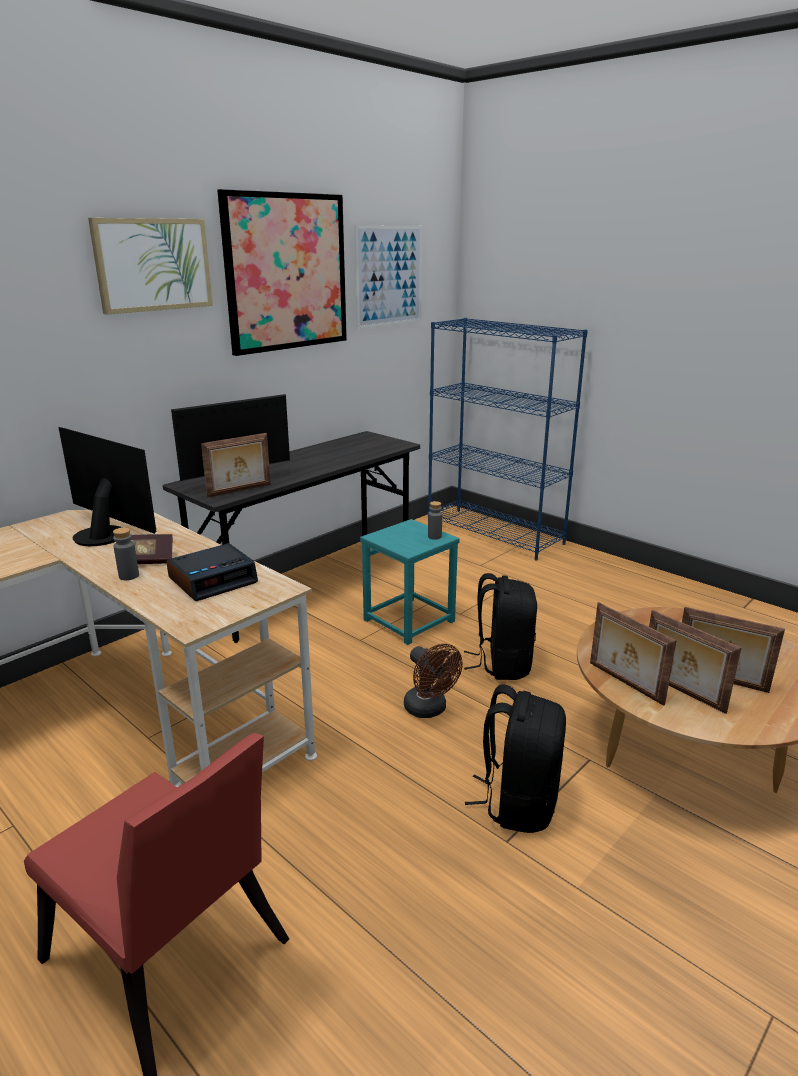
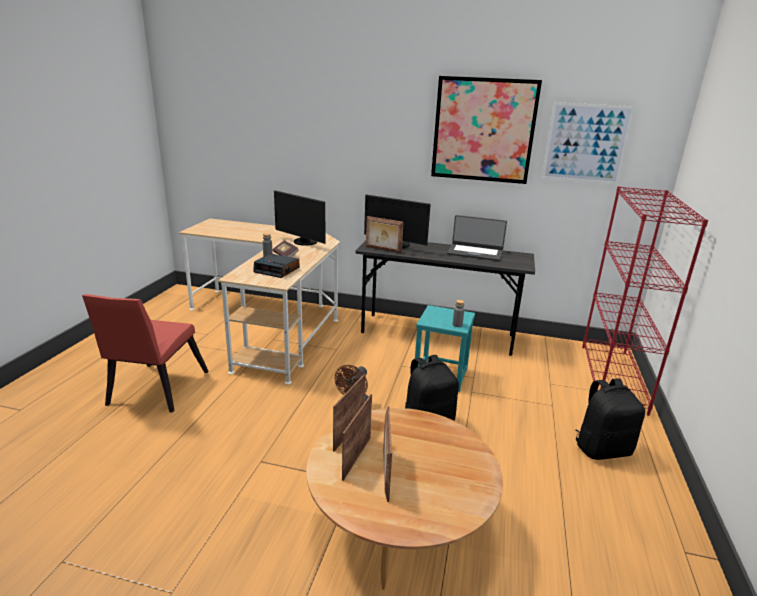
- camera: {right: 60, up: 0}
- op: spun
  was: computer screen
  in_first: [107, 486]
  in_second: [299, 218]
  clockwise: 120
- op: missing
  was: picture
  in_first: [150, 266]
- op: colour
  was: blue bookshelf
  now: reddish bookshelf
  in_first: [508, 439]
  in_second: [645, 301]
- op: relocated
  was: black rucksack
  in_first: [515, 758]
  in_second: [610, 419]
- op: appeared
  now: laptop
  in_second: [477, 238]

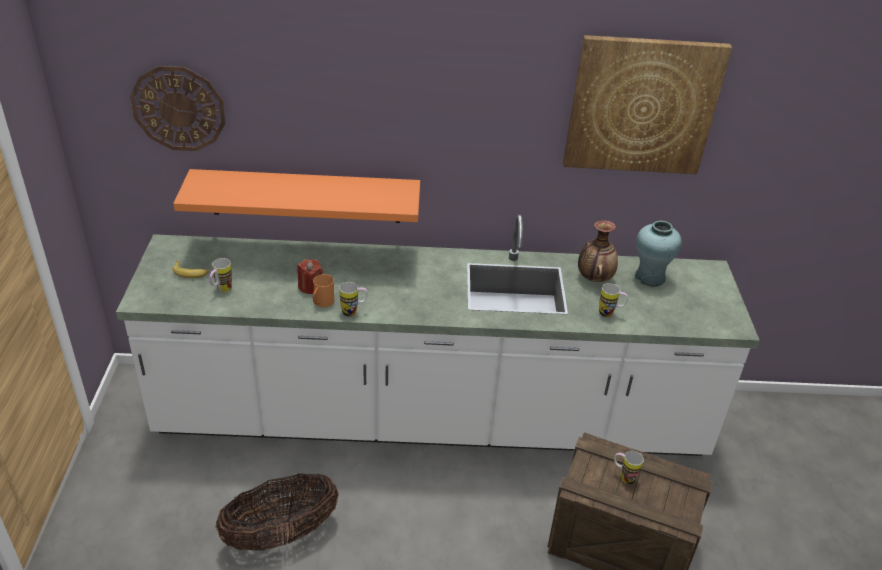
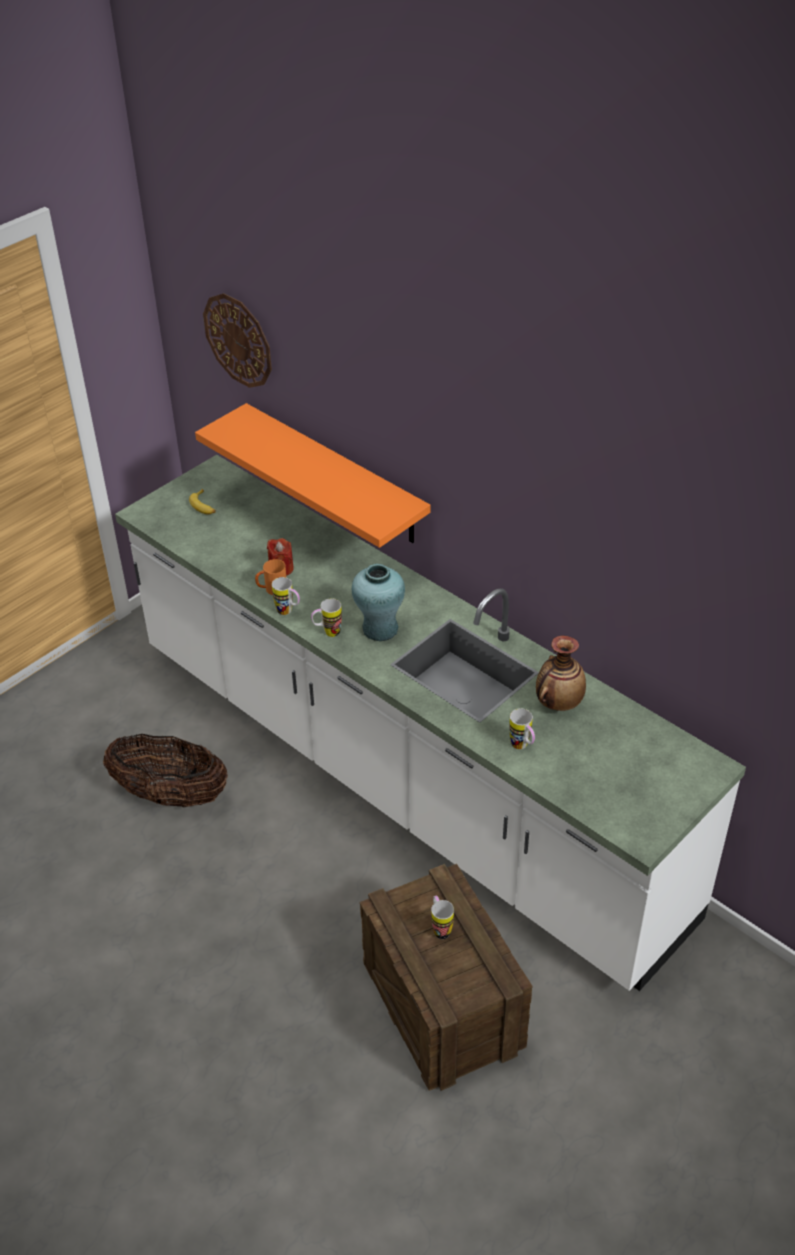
- camera: {right: 45, up: 5}
- op: relocated
  was: tea mug
  in_first: [220, 275]
  in_second: [326, 617]
- op: missing
  was: picture
  in_first: [647, 104]
- op: relocated
  was: turquoise-coloured flower vase
  in_first: [658, 254]
  in_second: [378, 602]

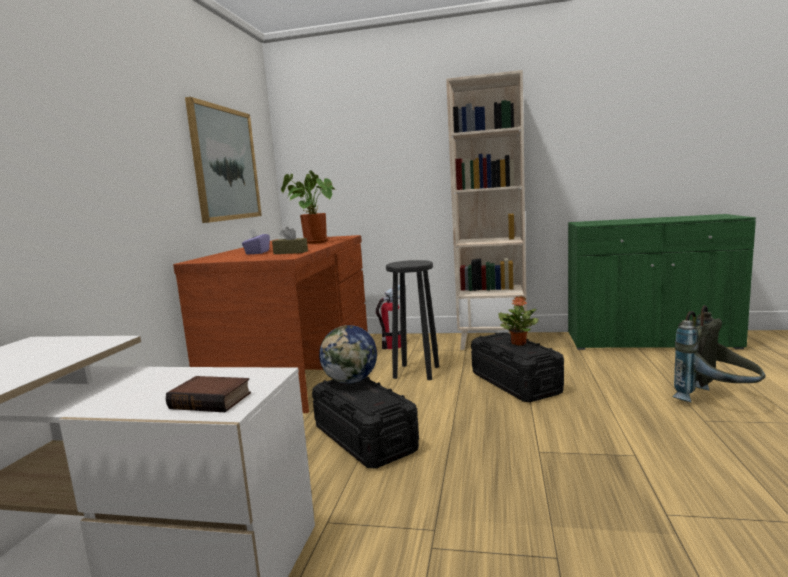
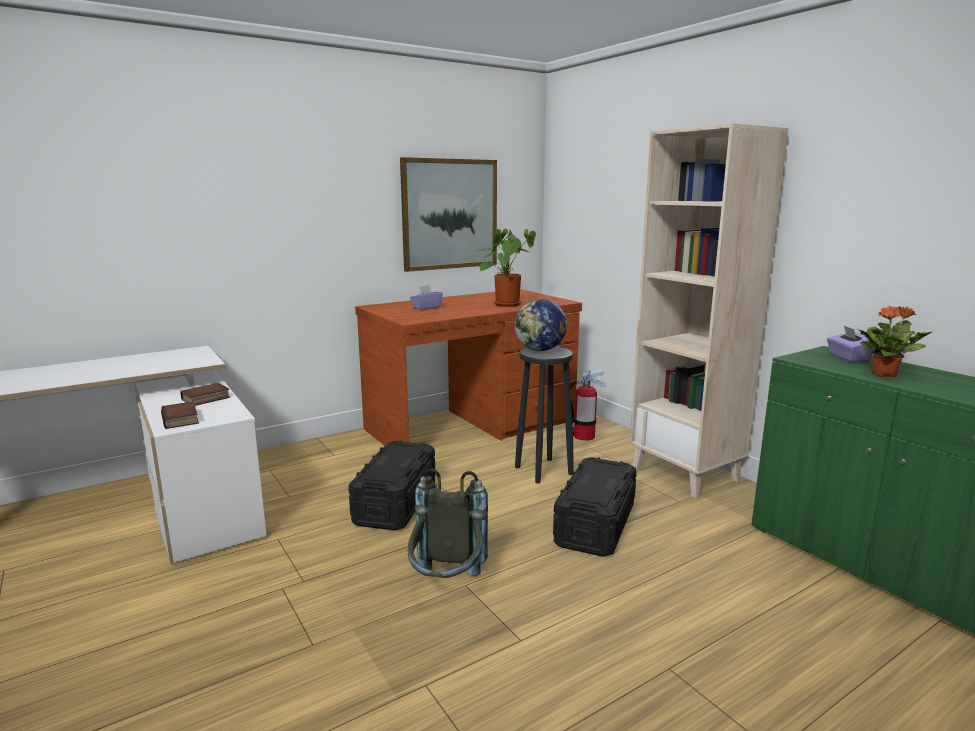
- camera: {right: 45, up: 5}
- op: missing
  was: brown tissue holder
  in_first: [290, 240]
- op: relocated
  was: world globe
  in_first: [348, 354]
  in_second: [541, 325]
- op: relocated
  was: potted plant
  in_first: [518, 321]
  in_second: [895, 341]
- op: relocated
  was: gray rucksack
  in_first: [719, 353]
  in_second: [447, 523]
- op: appeared
  now: bound book
  in_second: [205, 394]
- op: appeared
  now: purple-coloured tissue holder
  in_second: [851, 344]

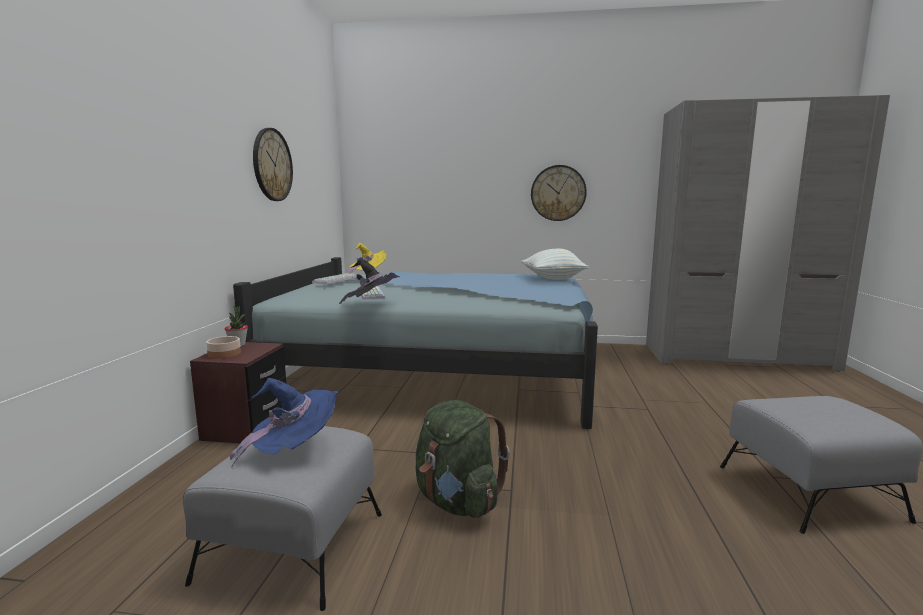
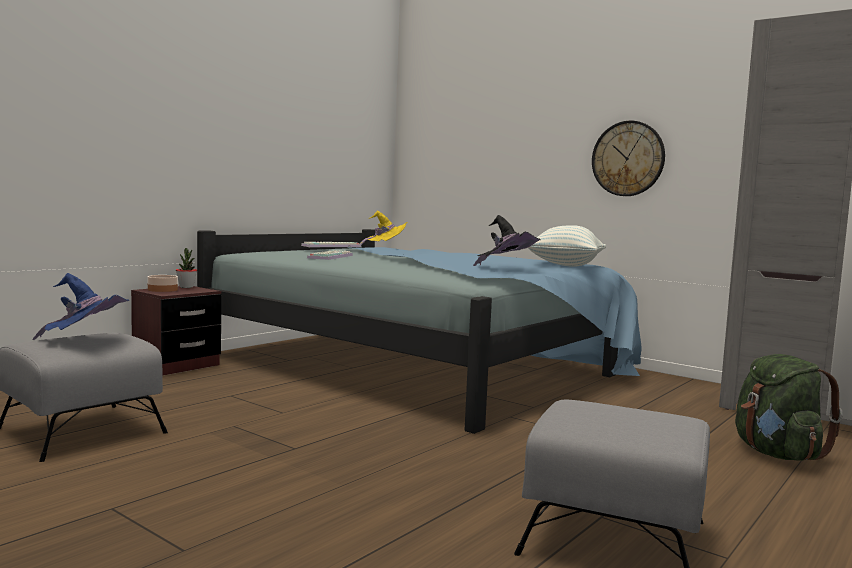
- camera: {right: 30, up: -5}
- op: missing
  was: clock on the wall
  in_first: [273, 164]
- op: relocated
  was: black wearable hat
  in_first: [369, 281]
  in_second: [506, 240]
- op: relocated
  was: green rucksack
  in_first: [463, 459]
  in_second: [789, 407]

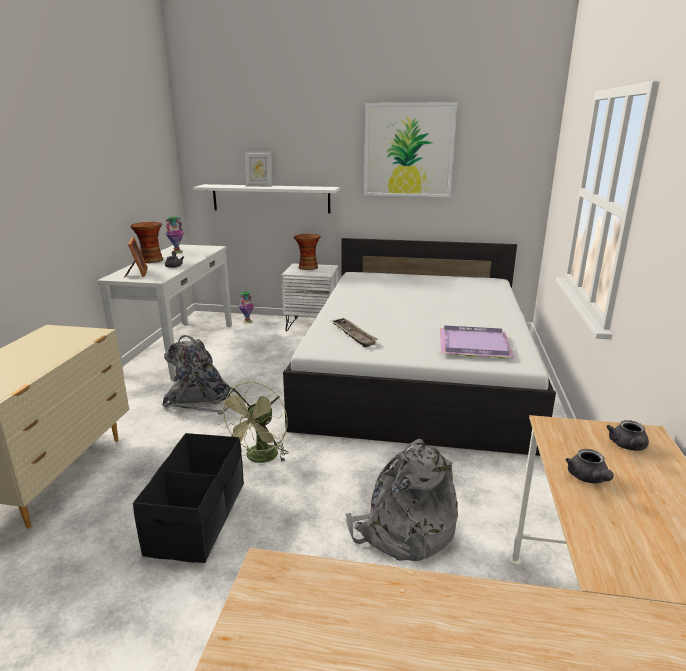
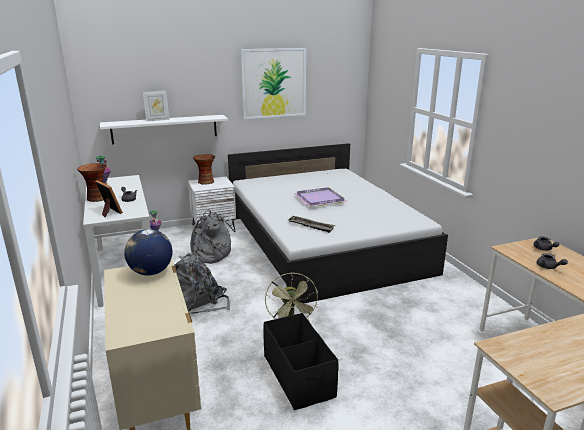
- camera: {right: -30, up: 0}
- op: relocated
  was: gray rucksack
  in_first: [402, 500]
  in_second: [205, 236]
- op: relocated
  was: purple-coloured tray
  in_first: [477, 342]
  in_second: [320, 197]
- op: appeared
  now: world globe
  in_second: [148, 252]

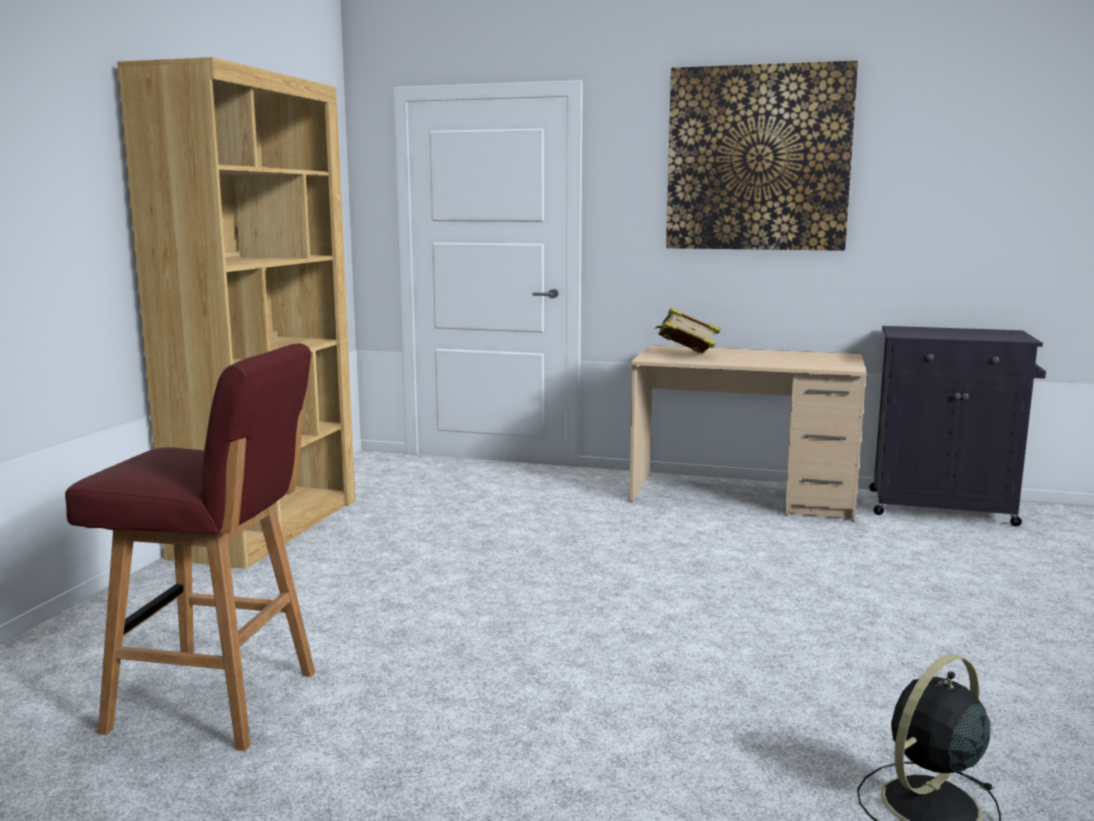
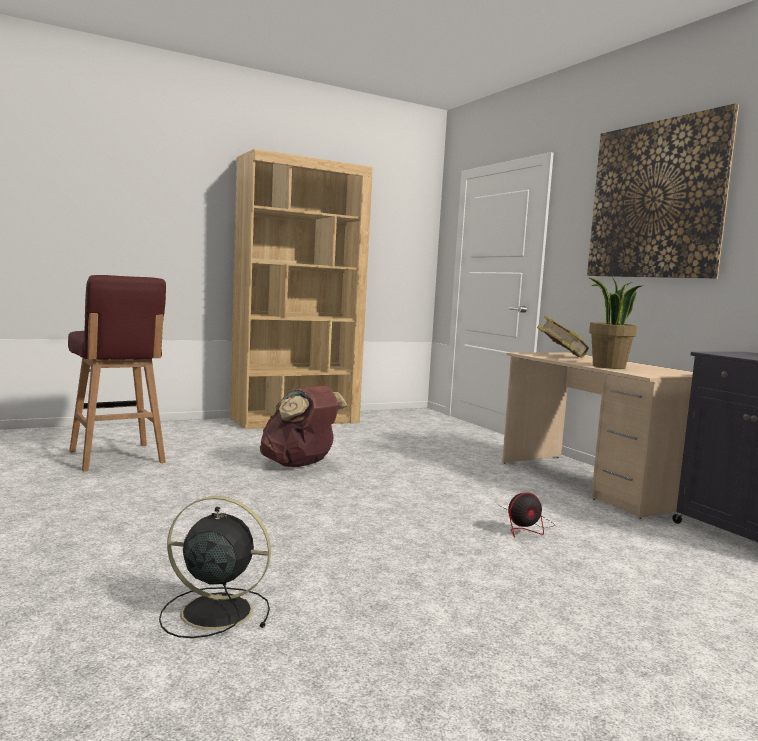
- camera: {right: 45, up: -5}
- op: appeared
  now: brown rucksack
  in_second: [304, 426]
- op: appeared
  now: cooling fan
  in_second: [527, 515]
- op: appeared
  now: potted plant
  in_second: [615, 323]

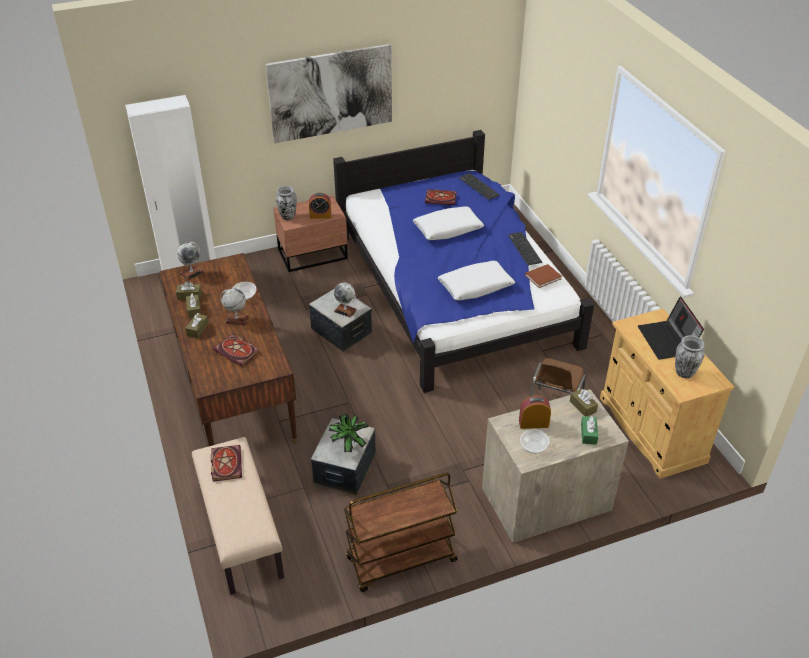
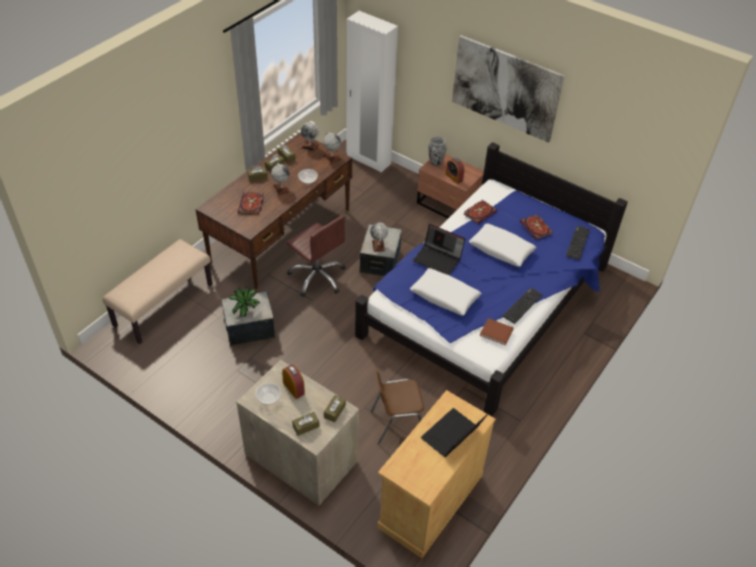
- camera: {right: 55, up: 5}
- op: relocated
  was: bound book
  in_first: [226, 463]
  in_second: [480, 212]
- op: missing
  was: brown cart
  in_first: [401, 532]
- op: colour
  was: green tissue holder
  now: brown tissue holder
  in_first: [589, 430]
  in_second: [306, 424]
- op: missing
  was: flower vase
  in_first: [690, 356]
- op: appeared
  now: brown desk chair
  in_second: [316, 256]
- op: appeared
  now: world globe
  in_second: [332, 147]
- op: appeared
  now: laptop
  in_second: [439, 249]

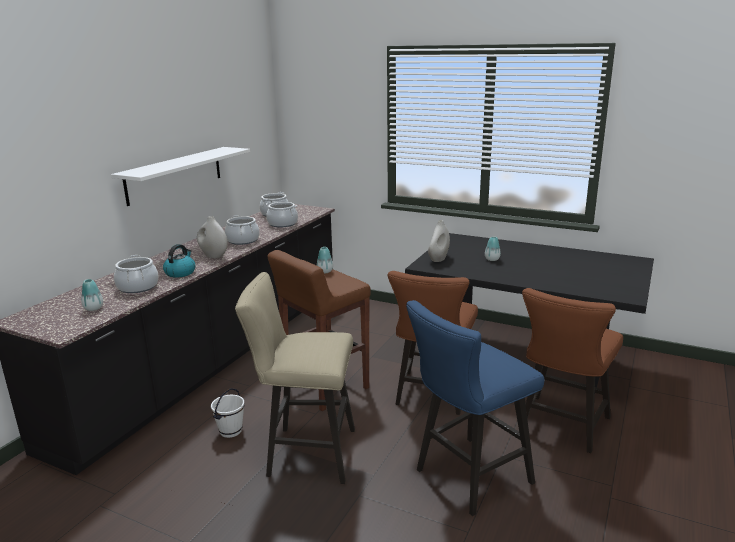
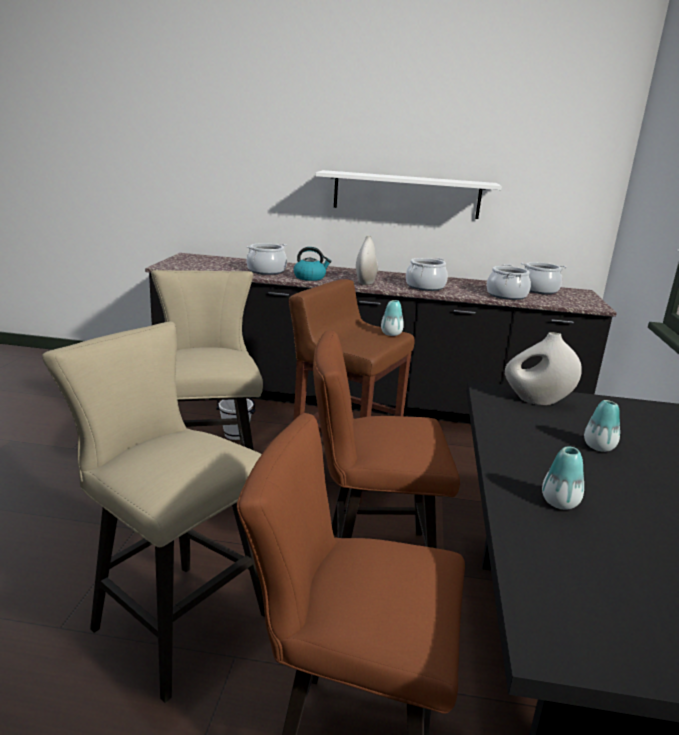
- camera: {right: 70, up: 0}
- op: relocated
  was: flower vase
  in_first: [92, 295]
  in_second: [563, 478]
- op: colour
  was: blue sitting stool
  now: beige sitting stool
  in_first: [475, 408]
  in_second: [153, 512]

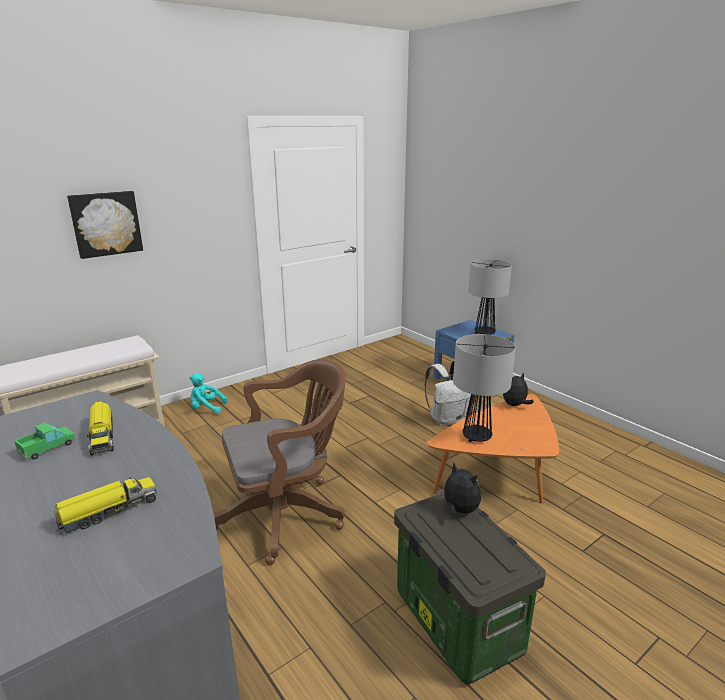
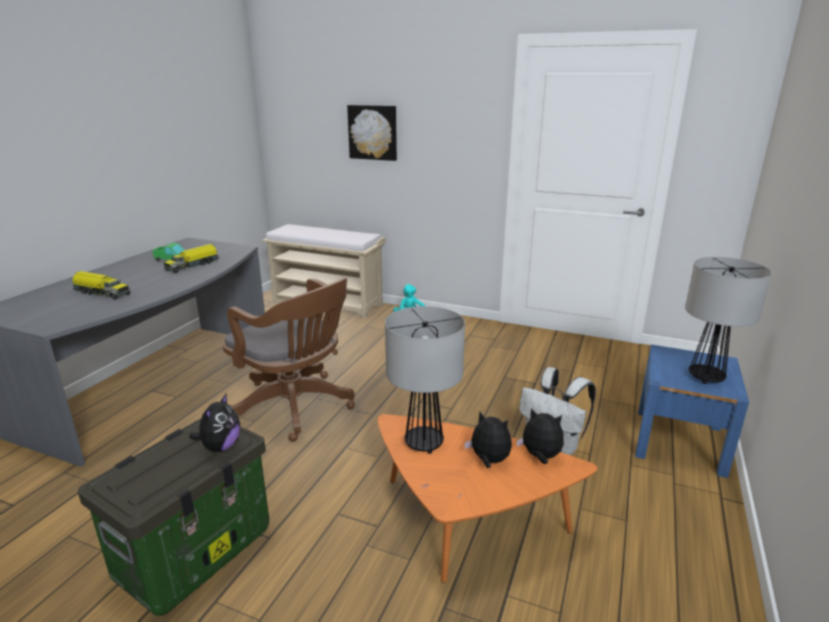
- camera: {right: 60, up: 0}
- op: appeared
  now: cuddly toy
  in_second: [488, 440]

